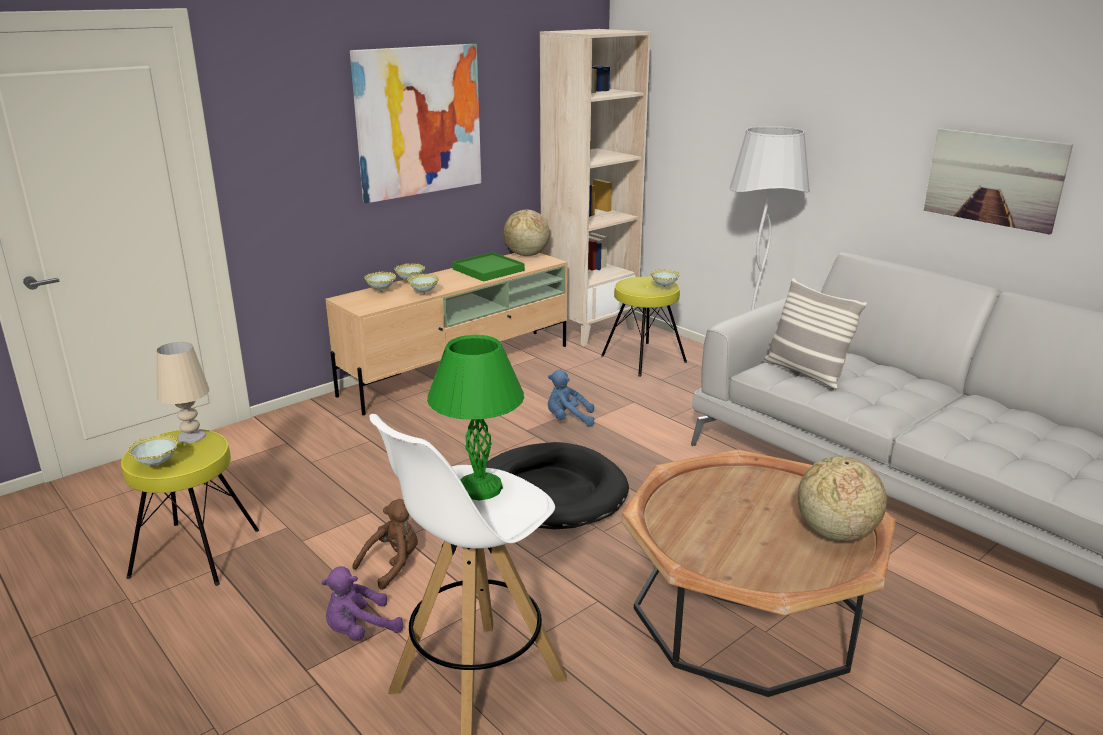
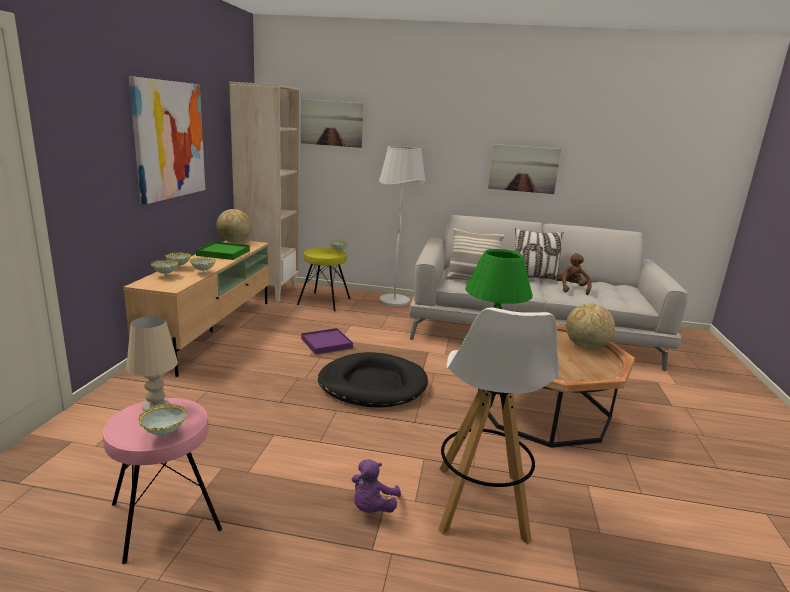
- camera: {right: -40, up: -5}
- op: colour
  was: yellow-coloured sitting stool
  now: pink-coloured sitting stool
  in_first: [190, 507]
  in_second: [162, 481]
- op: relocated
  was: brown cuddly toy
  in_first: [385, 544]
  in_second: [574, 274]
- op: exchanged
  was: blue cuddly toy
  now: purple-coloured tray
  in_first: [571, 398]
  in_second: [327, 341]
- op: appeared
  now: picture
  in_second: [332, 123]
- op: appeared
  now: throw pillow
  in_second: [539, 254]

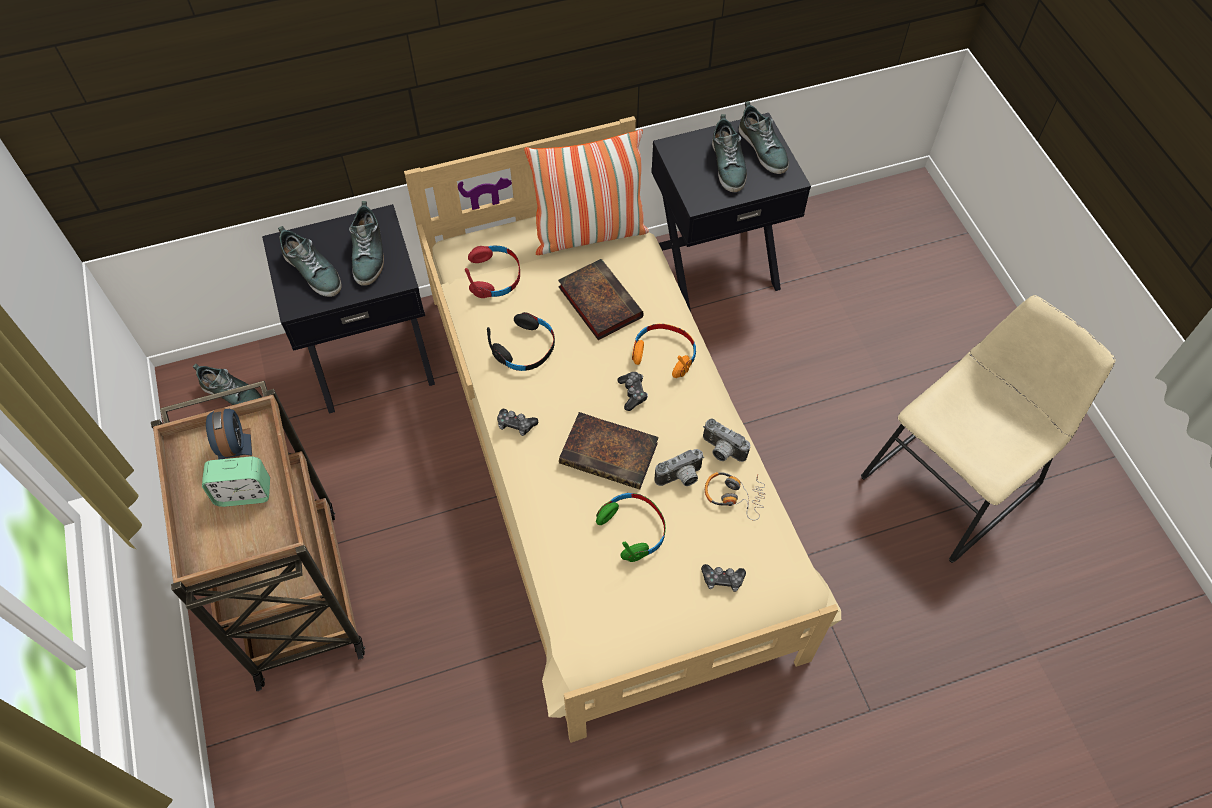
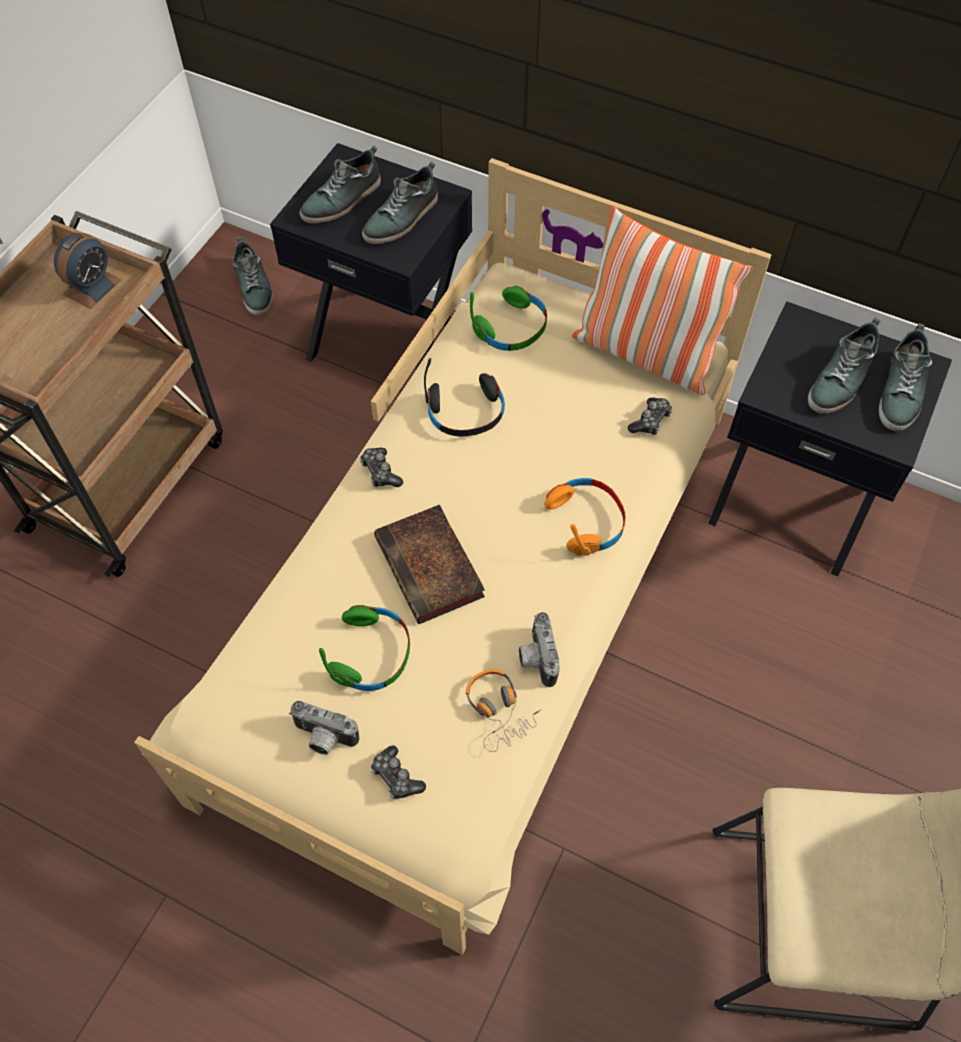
- camera: {right: 45, up: 0}
- op: missing
  was: table clock
  in_first: [236, 481]
- op: spun
  was: low shoe
  in_first: [309, 261]
  in_second: [340, 185]
  clockwise: 45
- op: colour
  was: reddish headphones
  now: green headphones
  in_first: [492, 272]
  in_second: [508, 318]
- op: missing
  was: bound book
  in_first: [600, 299]
- op: relocated
  was: game controller
  in_first: [633, 391]
  in_second: [650, 416]
- op: relocated
  was: still camera
  in_first: [679, 467]
  in_second: [324, 728]

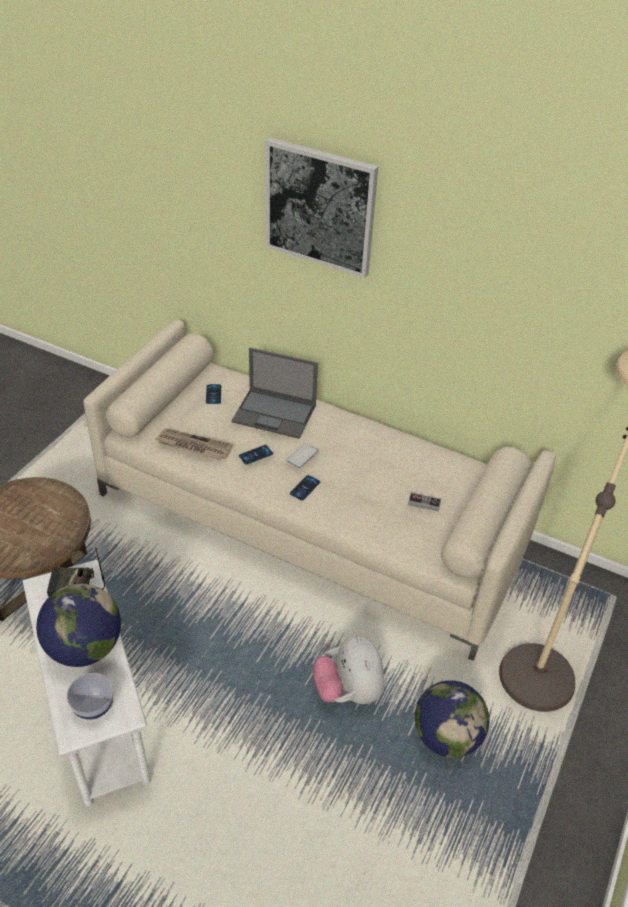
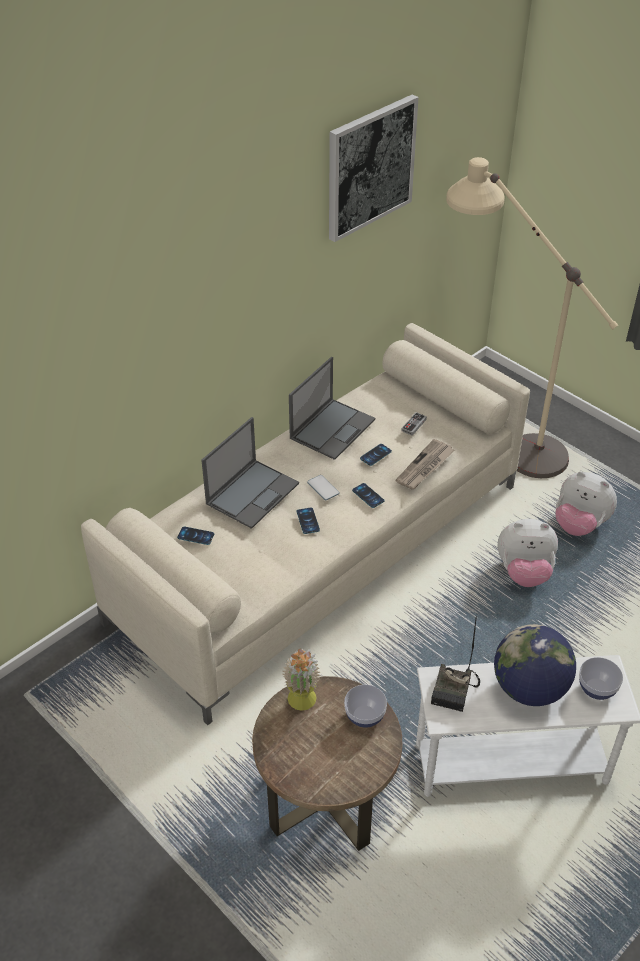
- camera: {right: -70, up: 0}
- op: relocated
  was: newspaper
  in_first: [194, 444]
  in_second: [424, 464]
- op: relocated
  was: picture
  in_first: [321, 207]
  in_second: [374, 168]
- op: exchanged
  was: world globe
  now: cuddly toy
  in_first: [452, 719]
  in_second: [586, 503]
- op: appeared
  now: potted plant
  in_second: [302, 679]
- op: appeared
  now: laptop
  in_second: [332, 408]
- op: appeared
  now: deep dish
  in_second: [365, 706]
- op: appeared
  now: handset
  in_second: [376, 455]

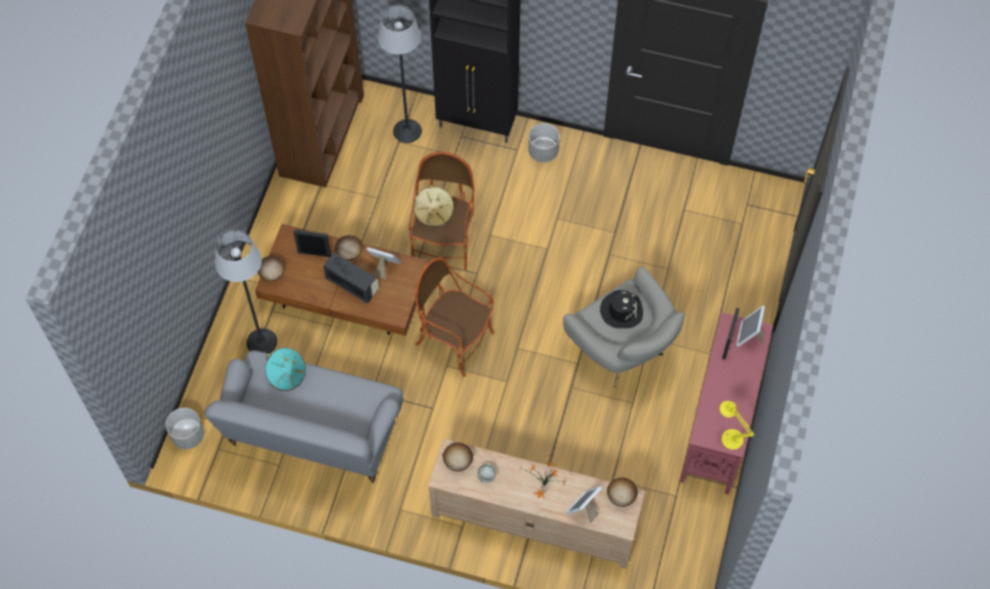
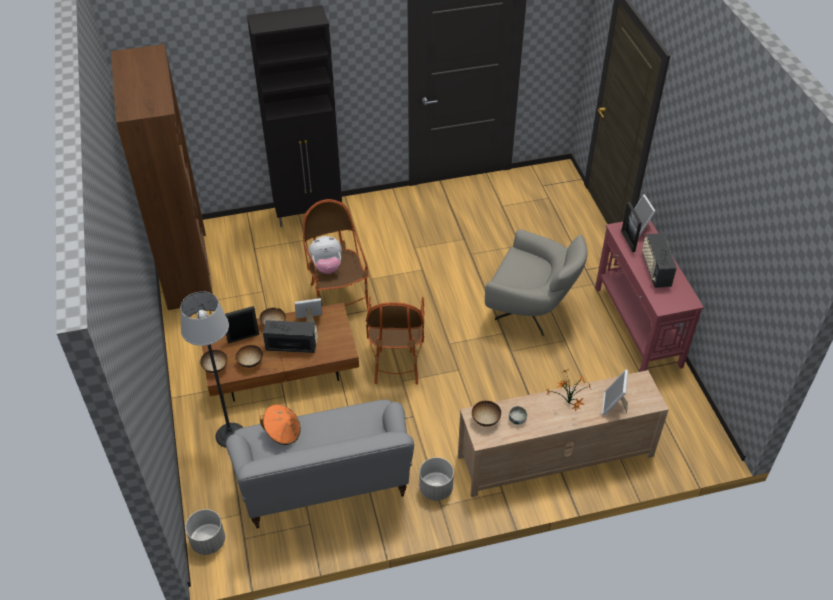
- camera: {right: -30, up: -15}
- op: colour
  was: turquoise-coloured wearable hat
  now: orange wearable hat
  in_first: [285, 369]
  in_second: [280, 425]
- op: missing
  was: standard lamp
  in_first: [400, 74]
- op: exchanged
  was: beige wearable hat
  now: cuddly toy
  in_first: [433, 206]
  in_second: [325, 255]
- op: spun
  was: easy chair
  in_first: [454, 317]
  in_second: [395, 340]
  clockwise: -90
- op: relocated
  was: gray plant pot
  in_first: [544, 142]
  in_second: [436, 479]
- op: missing
  was: black wearable hat
  in_first: [621, 309]
- op: relocated
  was: deep dish
  in_first: [622, 492]
  in_second: [249, 356]
- op: missing
  was: yellow-coloured tabletop lamp
  in_first: [737, 425]
- op: appeared
  now: radio receiver
  in_second: [659, 260]

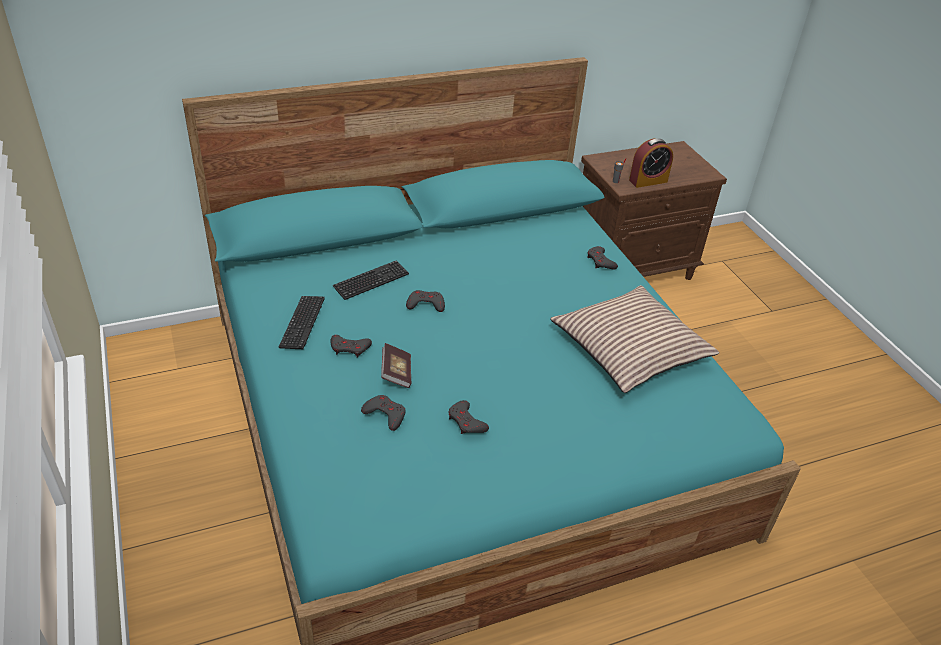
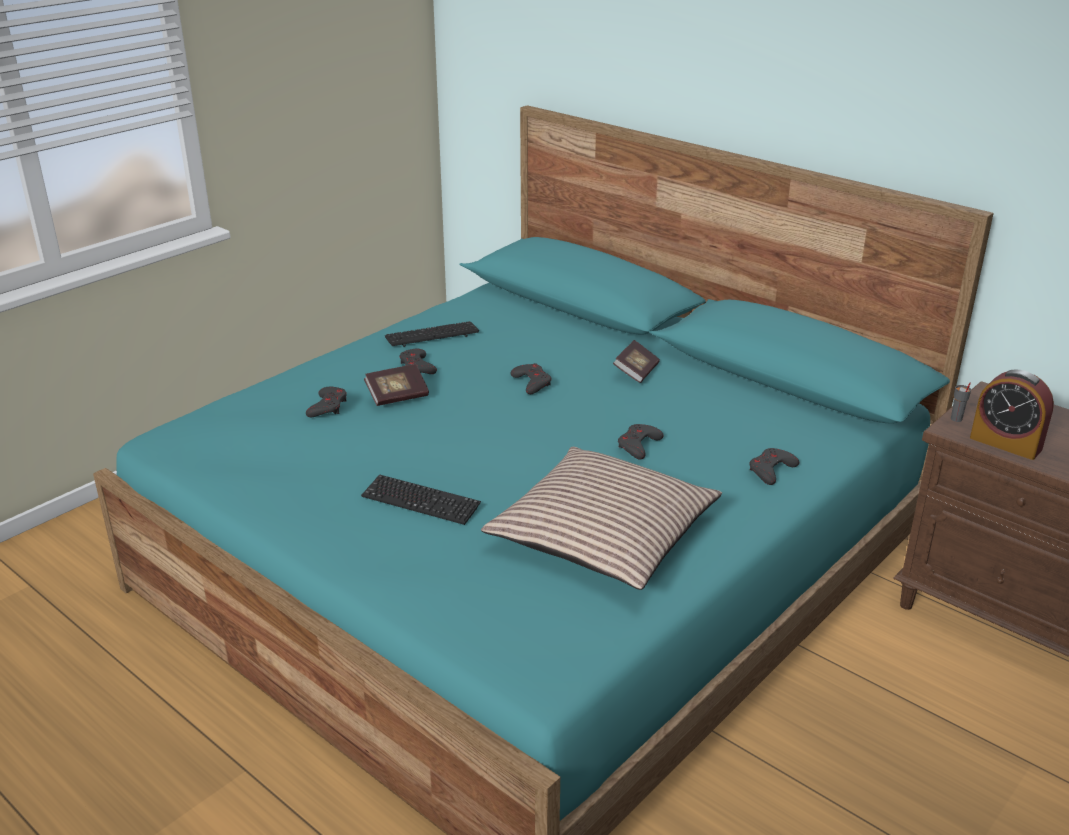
- camera: {right: 65, up: -10}
- op: relocated
  was: PC keyboard
  in_first: [371, 280]
  in_second: [421, 499]
- op: relocated
  was: gray game controller
  in_first: [468, 417]
  in_second: [641, 442]
- op: appeared
  now: bound book
  in_second: [636, 361]

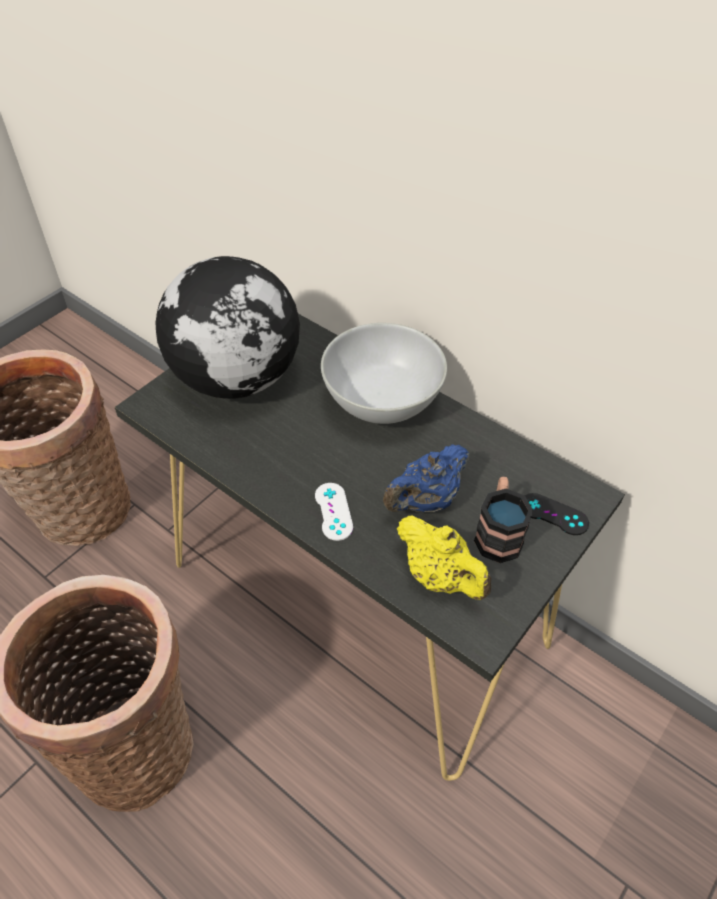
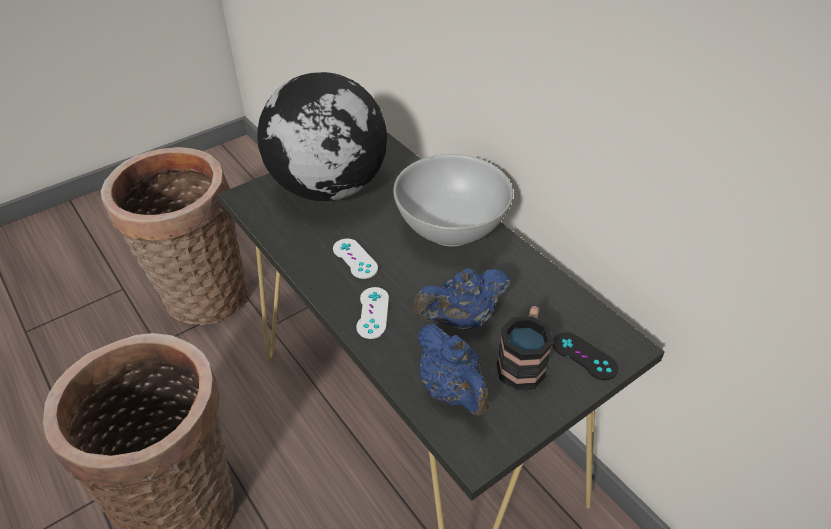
- camera: {right: 15, up: -5}
- op: colour
  was: yellow-coloured teapot
  now: blue teapot
  in_first: [444, 557]
  in_second: [453, 370]
- op: appeared
  now: white-coloured game controller
  in_second: [355, 259]

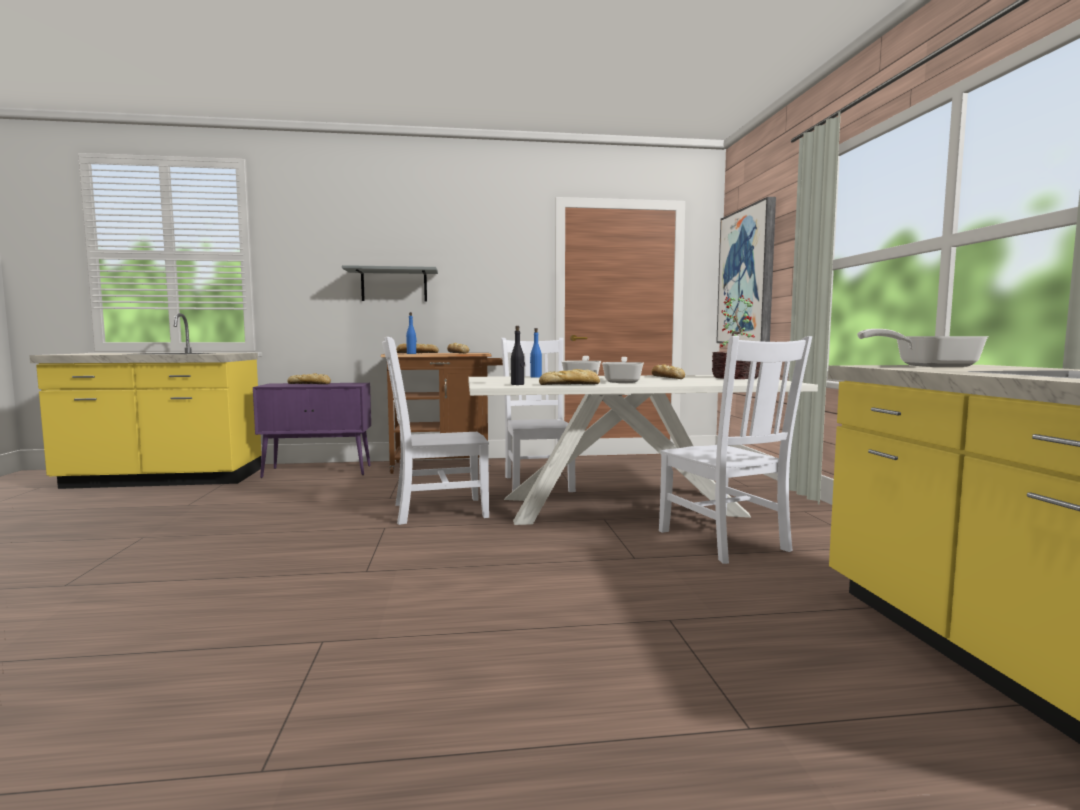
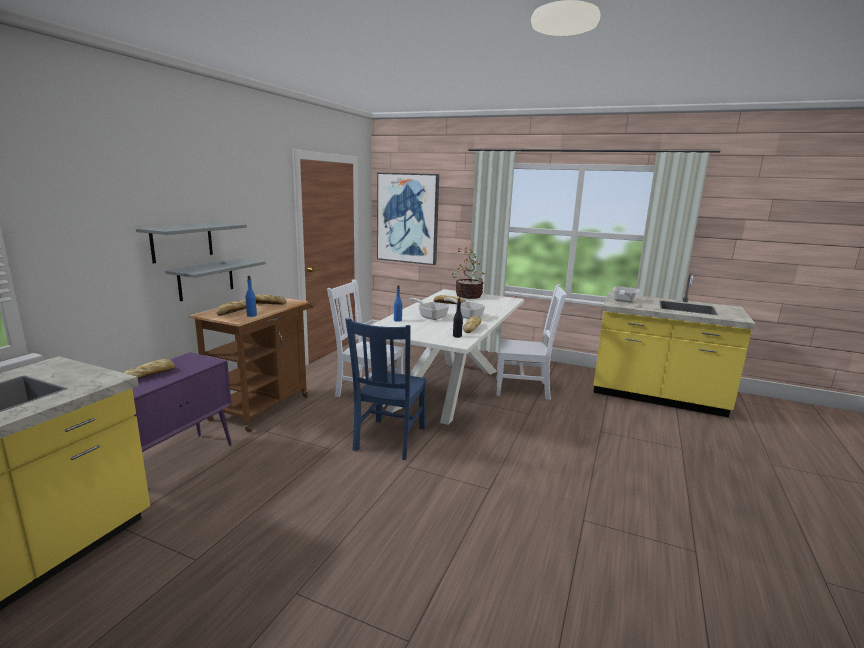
- camera: {right: -60, up: 10}
- op: colour
  was: white-coloured upright chair
  now: blue upright chair
  in_first: [435, 431]
  in_second: [386, 389]
- op: appeared
  now: gray wall shelf
  in_second: [215, 279]

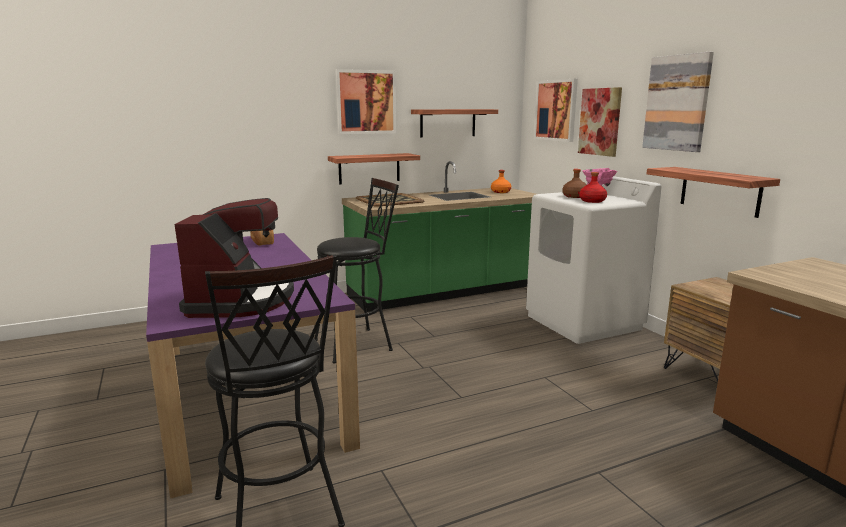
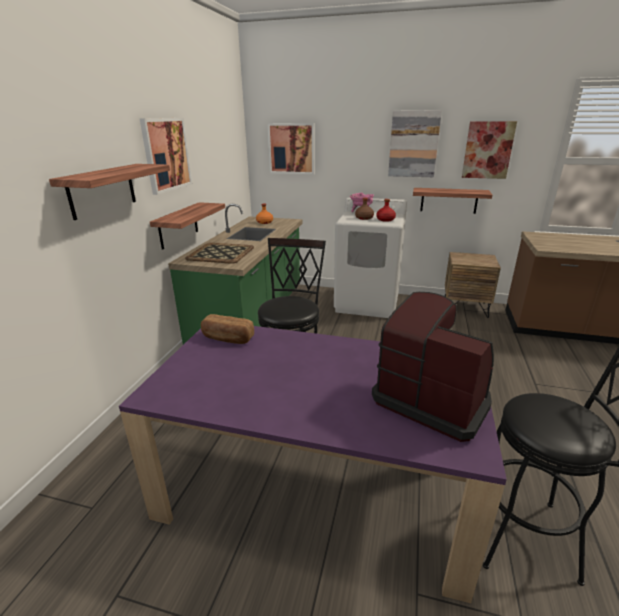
- camera: {right: -50, up: 10}
- op: relocated
  was: wall shelf
  in_first: [454, 123]
  in_second: [109, 192]
- op: relocated
  was: picture
  in_first: [600, 122]
  in_second: [489, 150]

